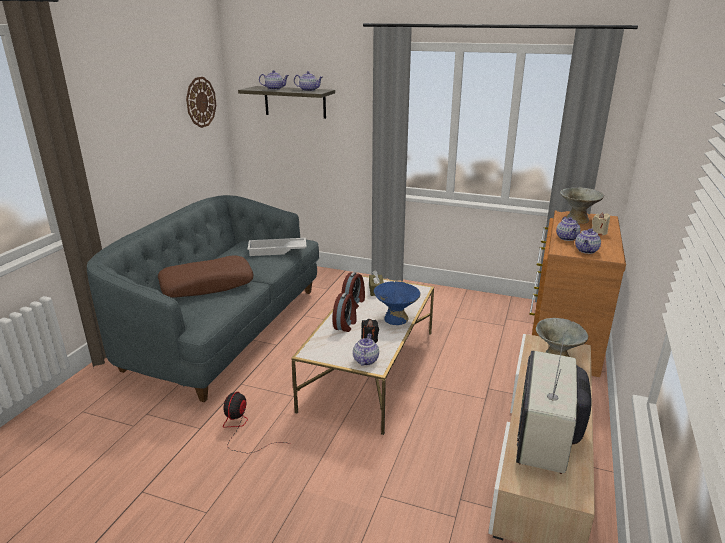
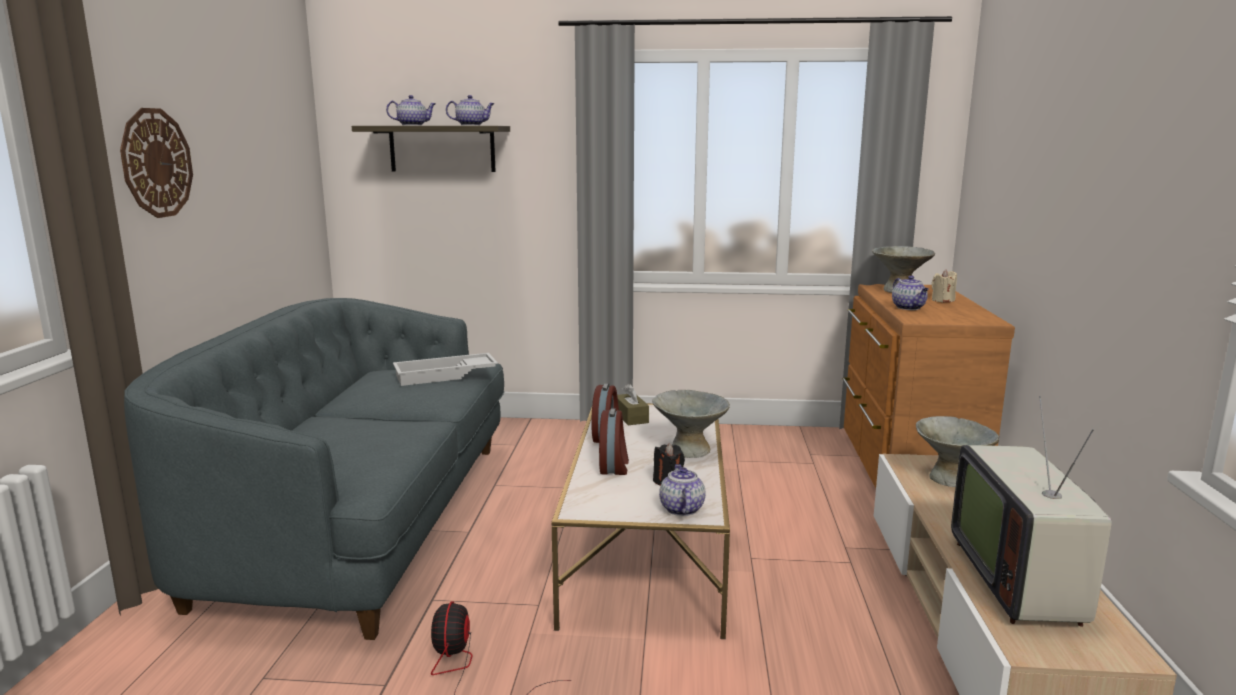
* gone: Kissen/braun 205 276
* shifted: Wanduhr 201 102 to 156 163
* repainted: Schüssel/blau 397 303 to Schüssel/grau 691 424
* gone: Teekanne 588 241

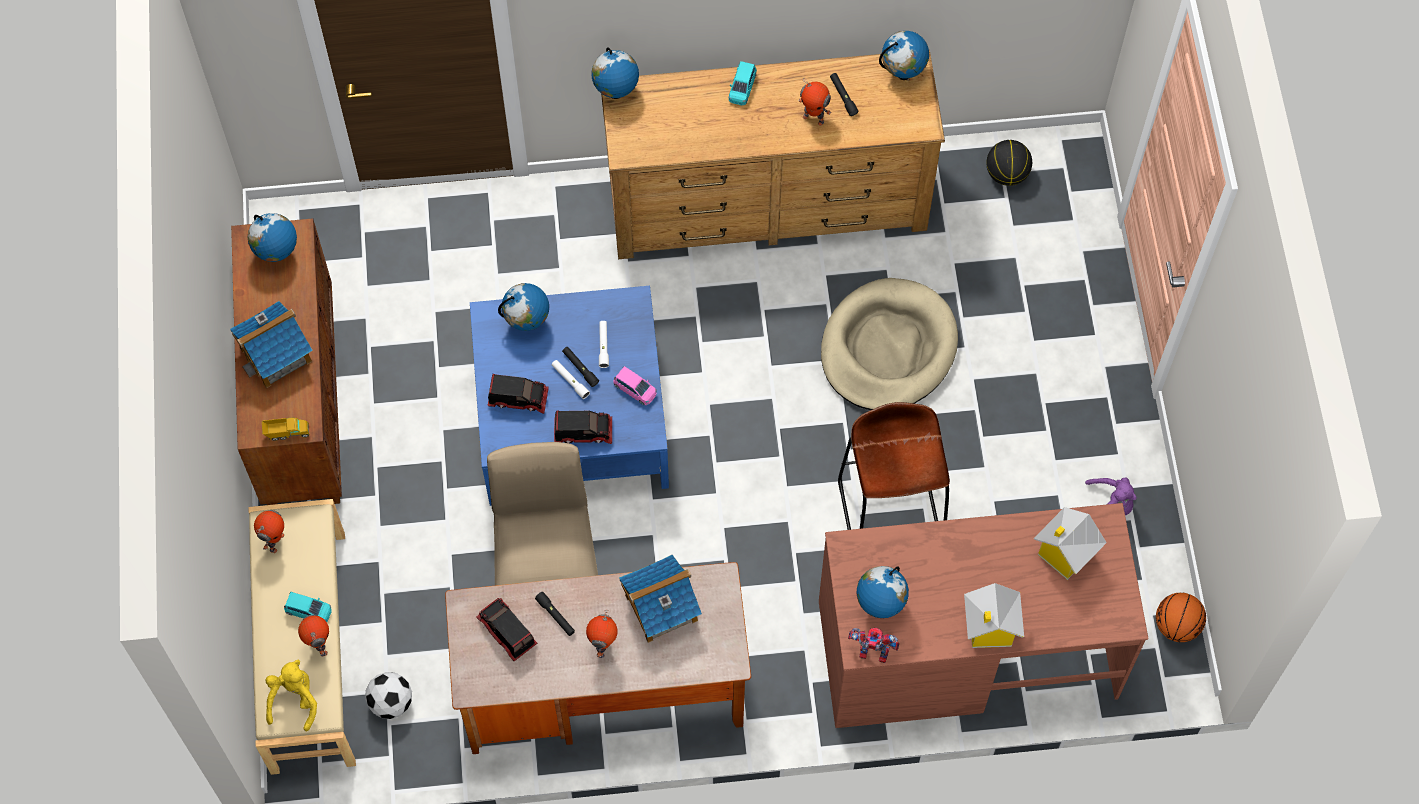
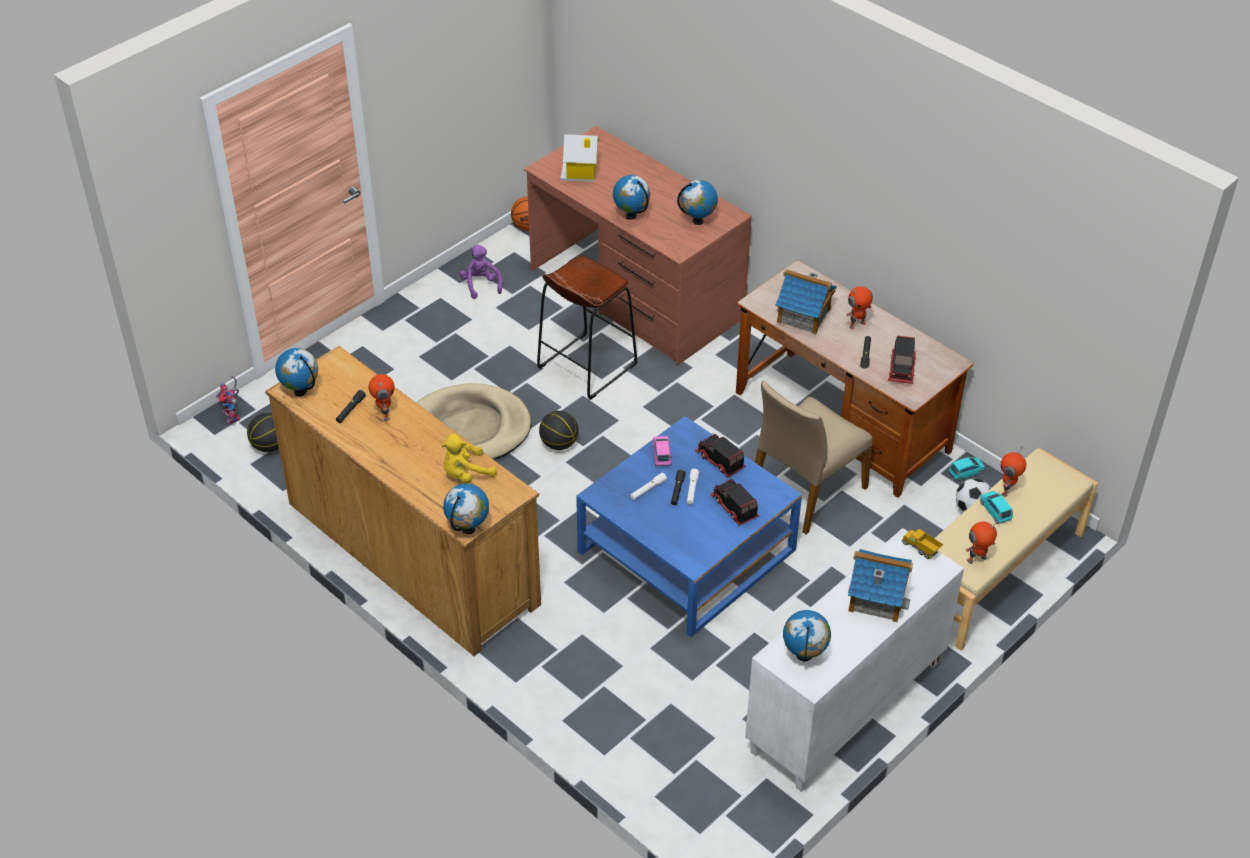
* repainted: Schrank/braun 286 361 to Schrank/weiß 854 660
* shifted: Plüschtier/gelb 291 695 to 469 459
* shifted: Globus 523 307 to 631 197
* shifted: Spielzeugauto/türkis 743 83 to 967 469
* shifted: Spielzeugroboter 873 645 to 228 400
* gone: Spielzeughaus 994 615
* new: Basketball 559 430

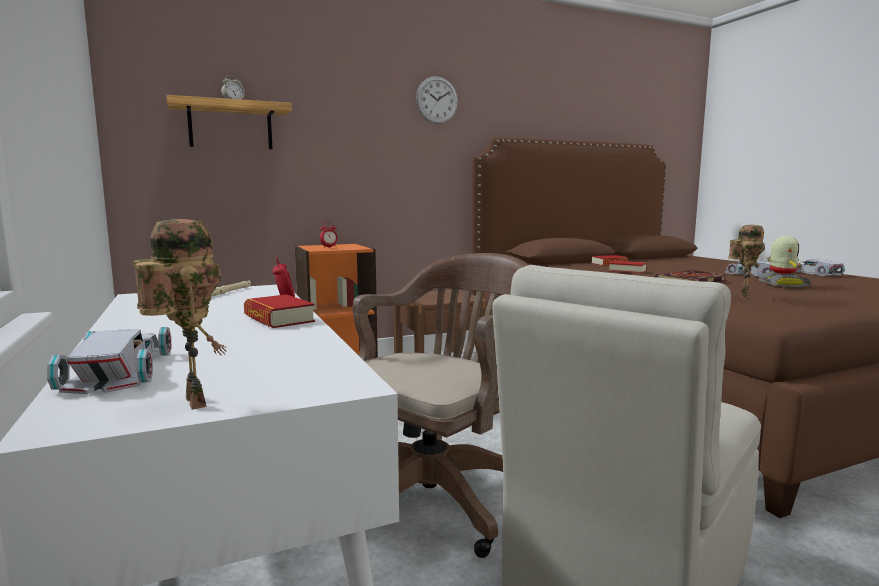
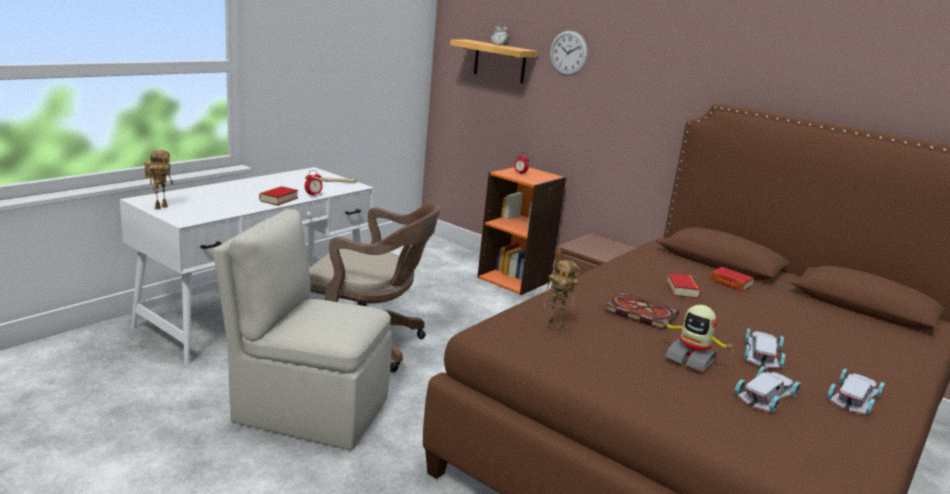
* shifted: Spielzeugauto/weiß 109 360 to 768 389
* shifted: Wanduhr 437 100 to 569 53
* rotated: Spielzeugroboter 784 261 = 698 338 60 degrees clockwise

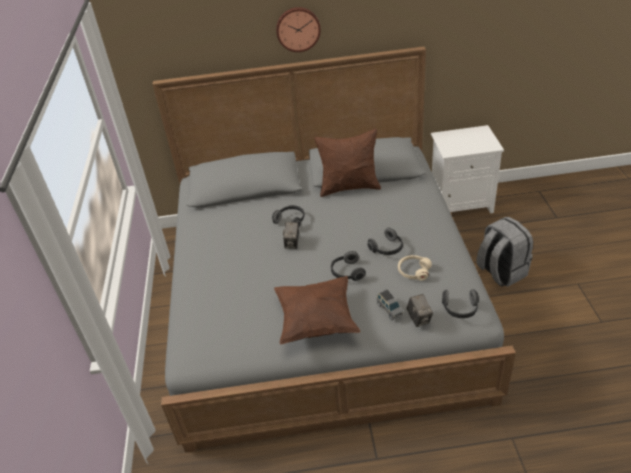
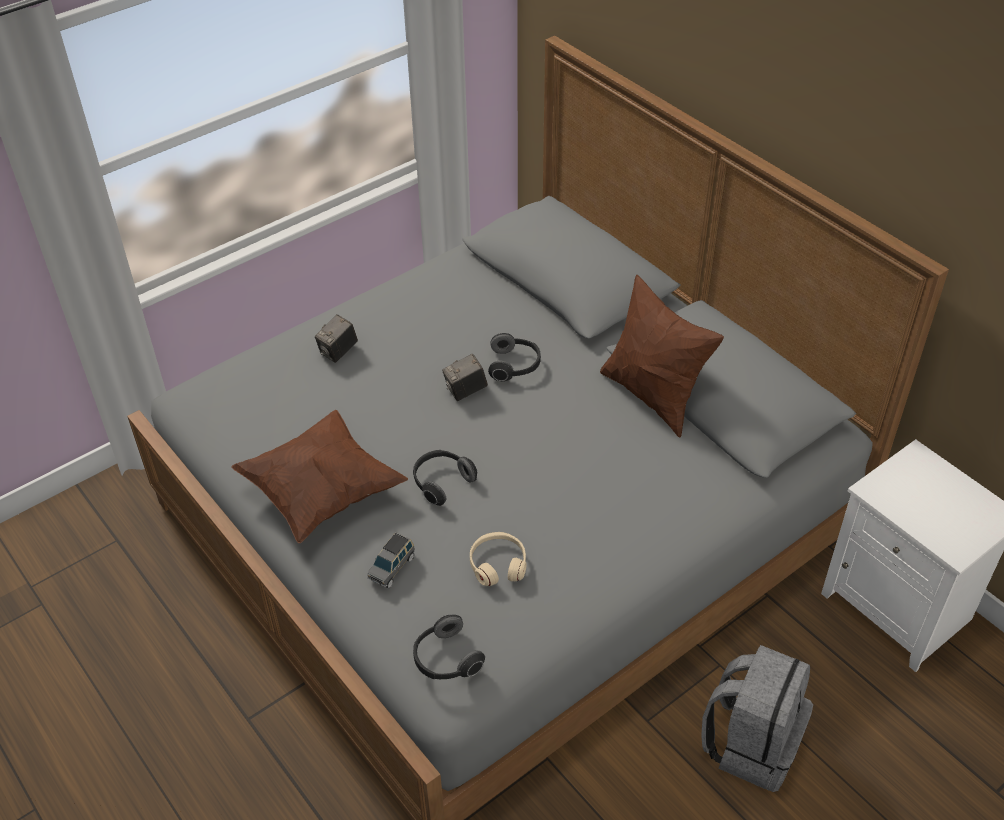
* gone: Wanduhr 298 29
* gone: Kopfhörer 385 241
* shifted: Kamera 420 310 to 336 338

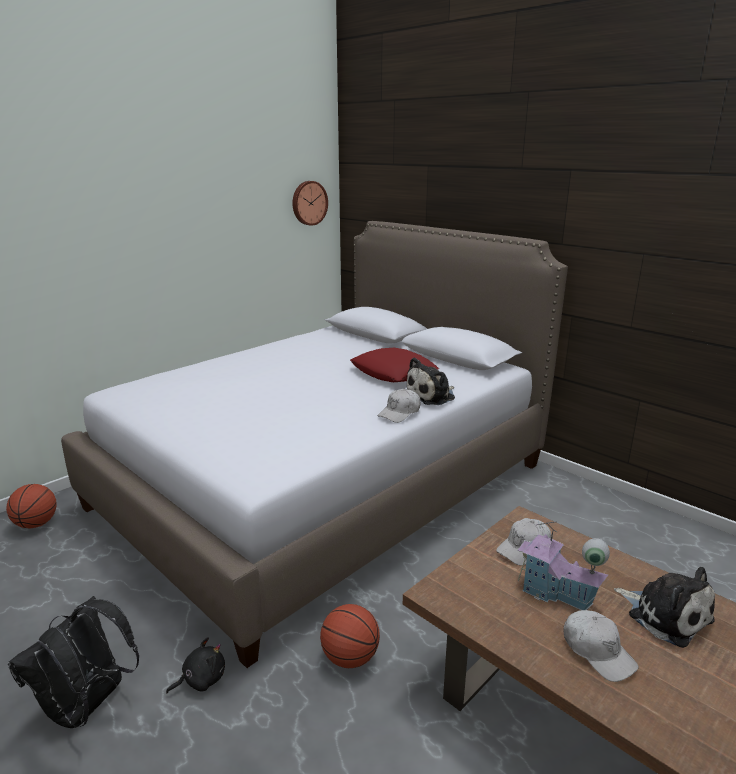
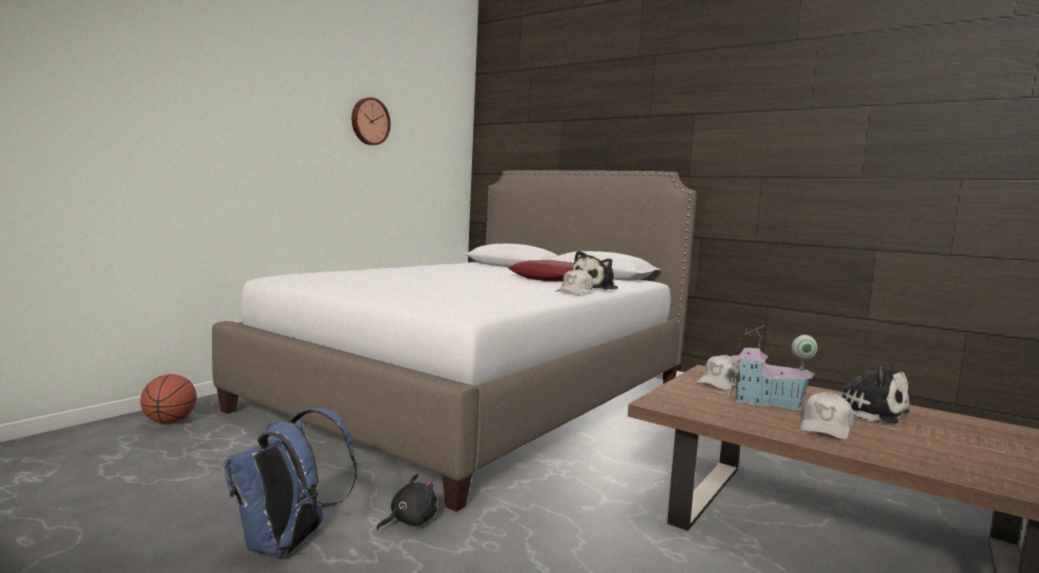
* repainted: Rucksack/schwarz 73 662 to Rucksack/blau 290 483
* shifted: Wanduhr 310 203 to 371 121
* gone: Basketball 350 636
* rotated: Kappe/weiß 601 646 = 827 416 75 degrees clockwise

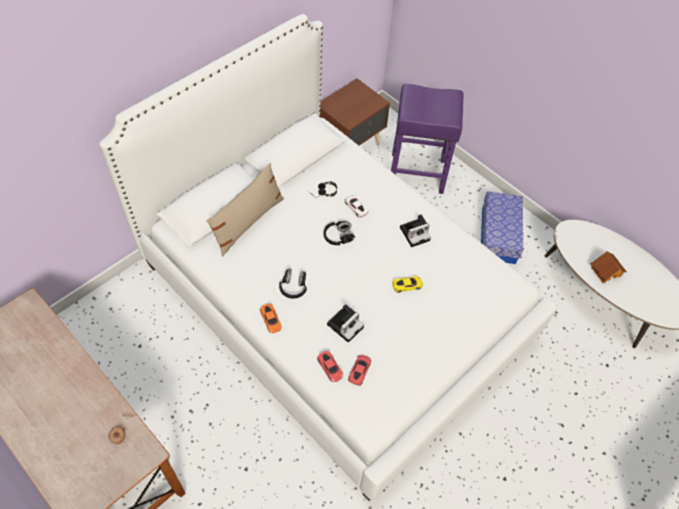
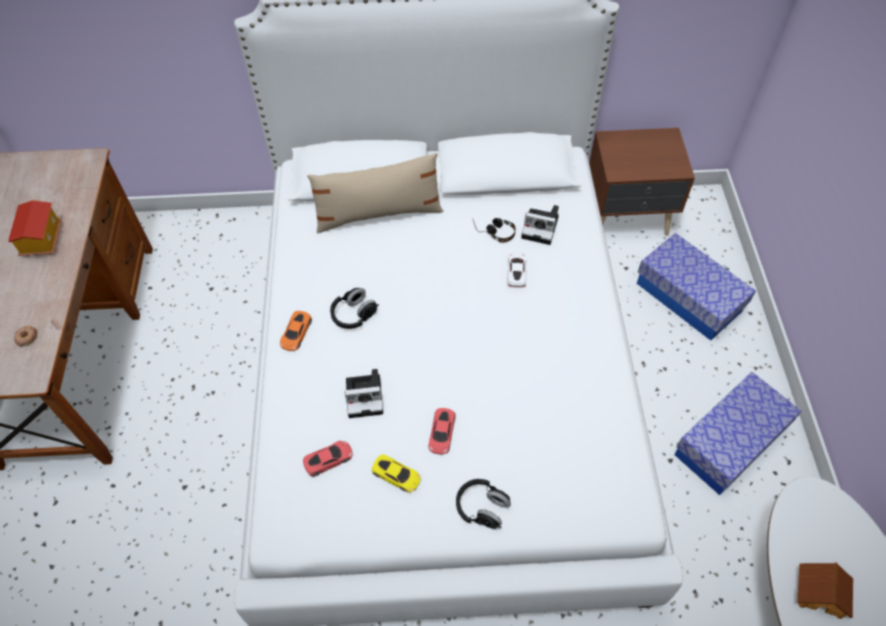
* shifted: Spielzeugauto/rot 330 366 to 442 431
* shifted: Kopfhörer/schwarz 339 233 to 483 504
* swapped: Hocker/lila 427 139 to Aufbewahrungsbox 696 286
* shifted: Spielzeugauto/gelb 408 284 to 396 473
* shifted: Kamera 415 231 to 540 225
* new: Spielzeughaus 35 228

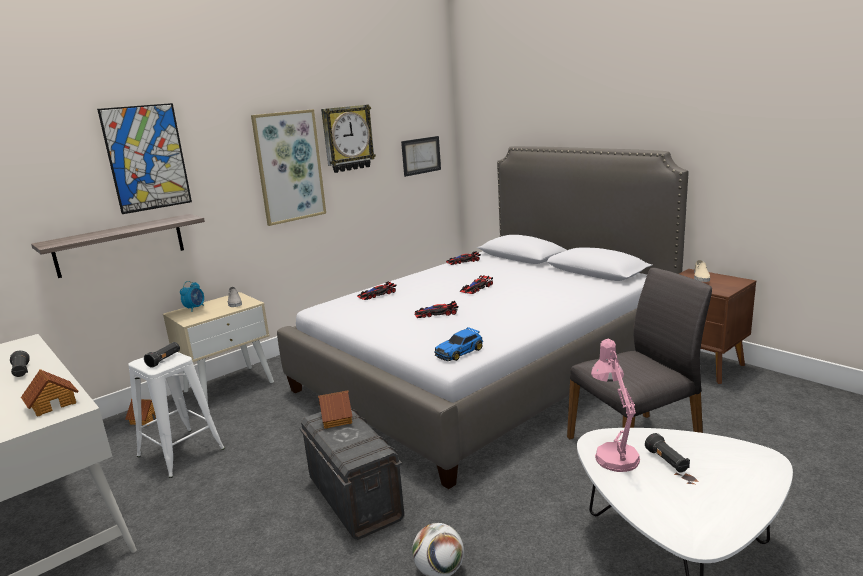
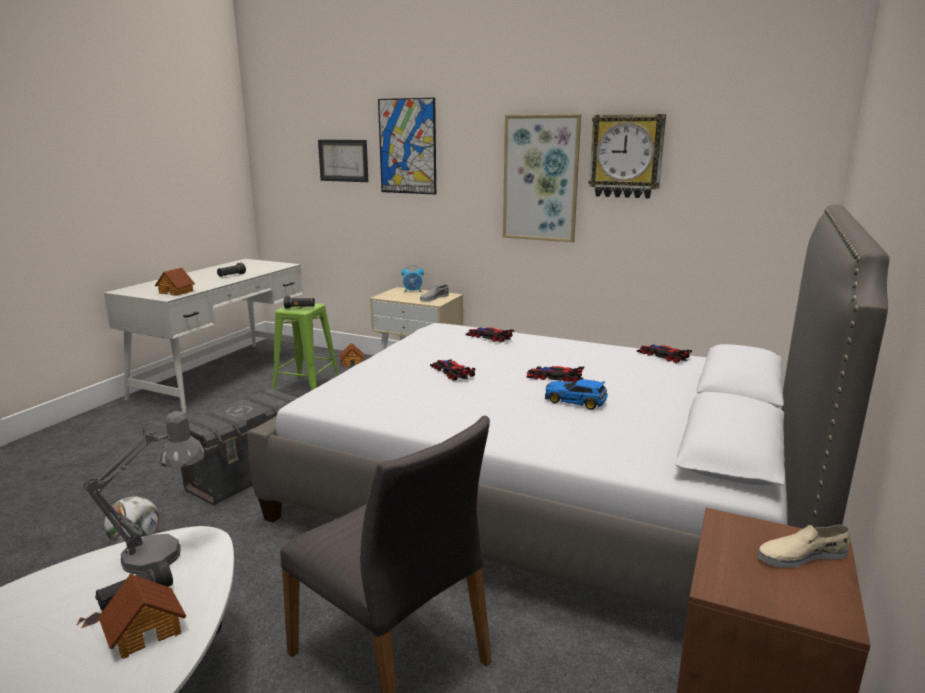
* gone: Wandregal 118 246
* repainted: Hocker/weiß 176 415 to Hocker/grün 305 347
* shifted: Spielzeughaus 335 410 to 142 616
* shifted: Bild 421 156 to 343 161
* shifted: Spielzeugauto 458 344 to 576 394
* repainted: Tischlampe/rosa 615 405 to Tischlampe/grau 144 492

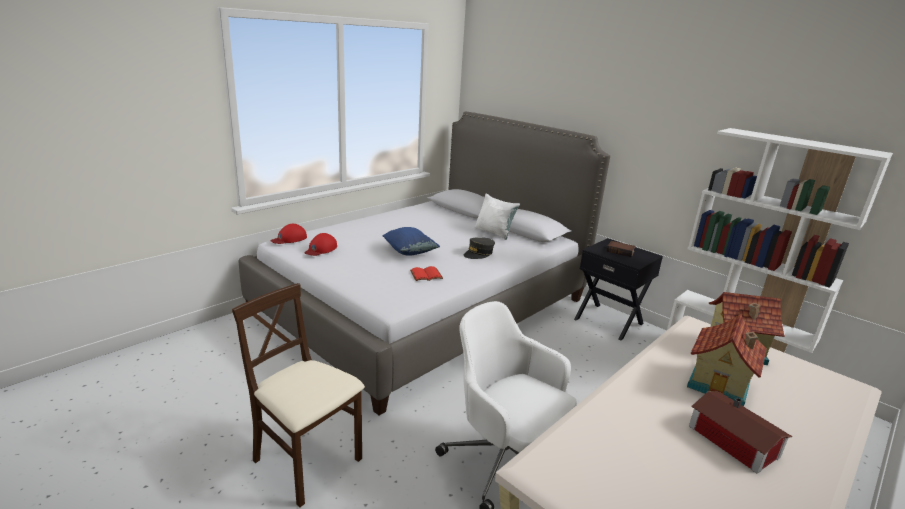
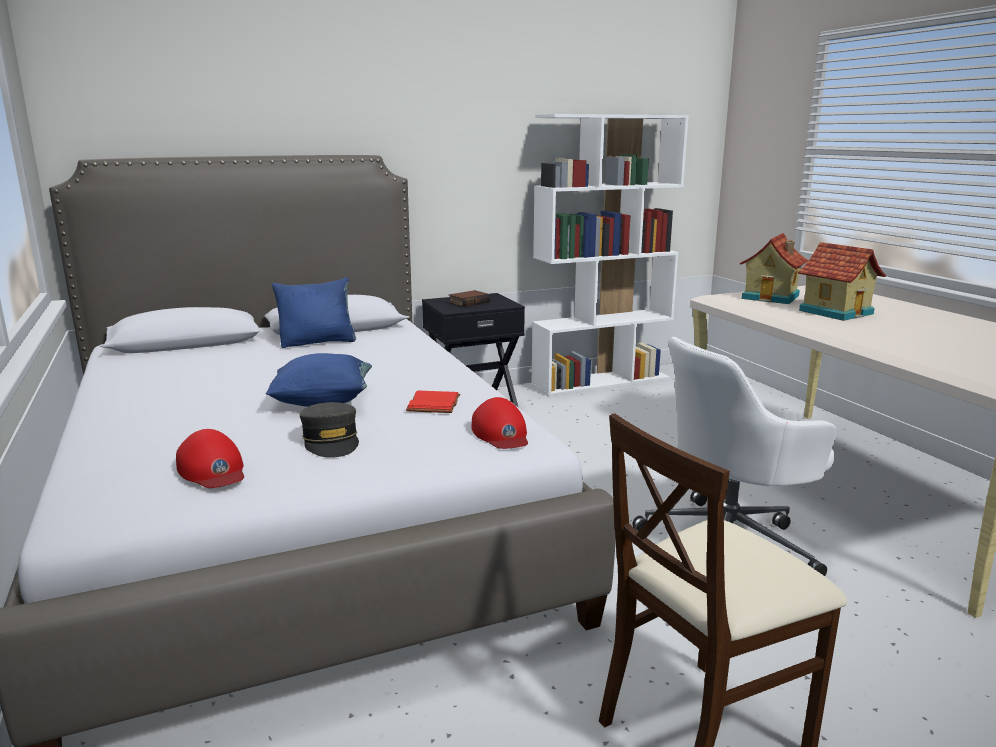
* shifted: Kappe/rot 289 234 to 500 423
* shifted: Kappe/grau 479 248 to 329 430
* repainted: Kissen/weiß 497 216 to Kissen/blau 314 312
* gone: Spielzeughaus 741 432

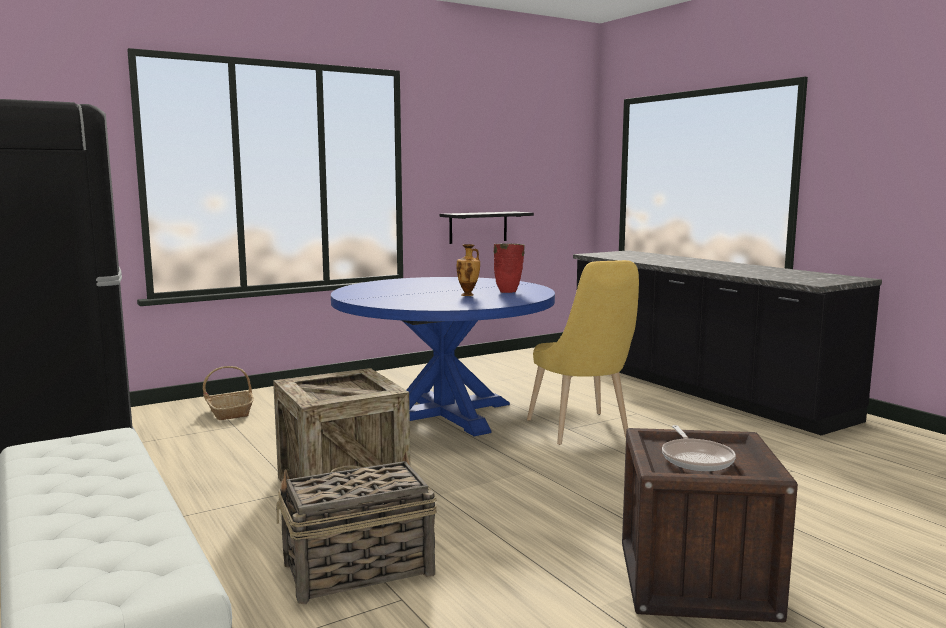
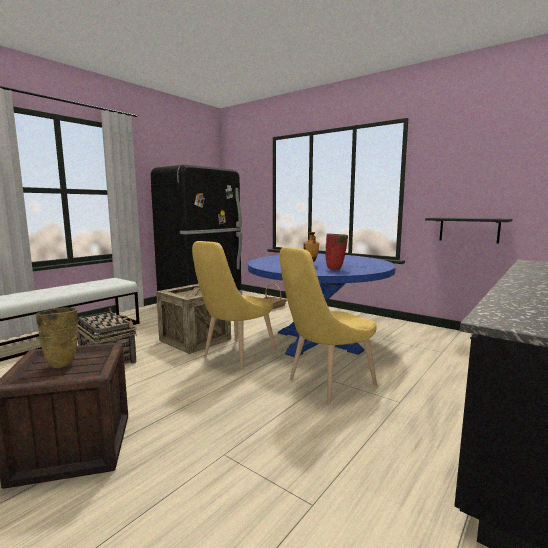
* swapped: Pfanne 699 448 to Vase/beige 57 337
* new: Stuhl/gelb 234 305

